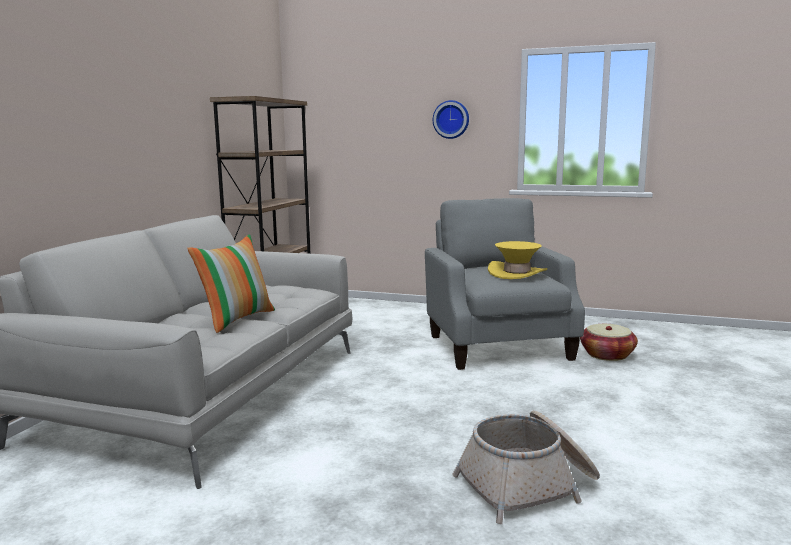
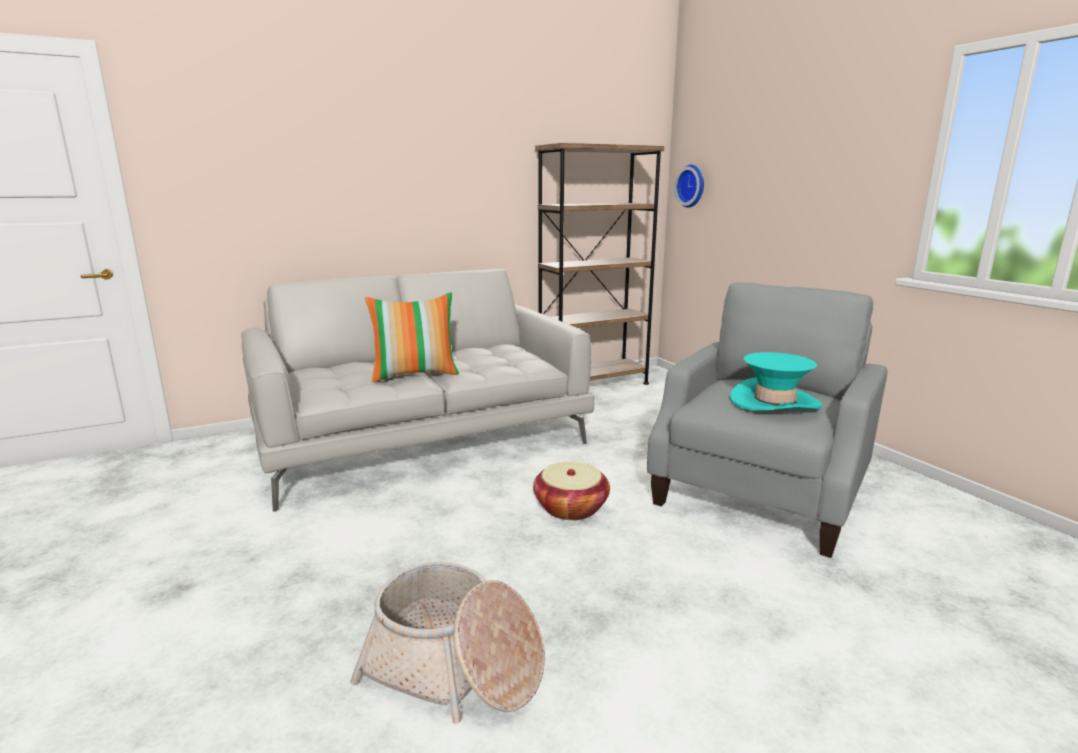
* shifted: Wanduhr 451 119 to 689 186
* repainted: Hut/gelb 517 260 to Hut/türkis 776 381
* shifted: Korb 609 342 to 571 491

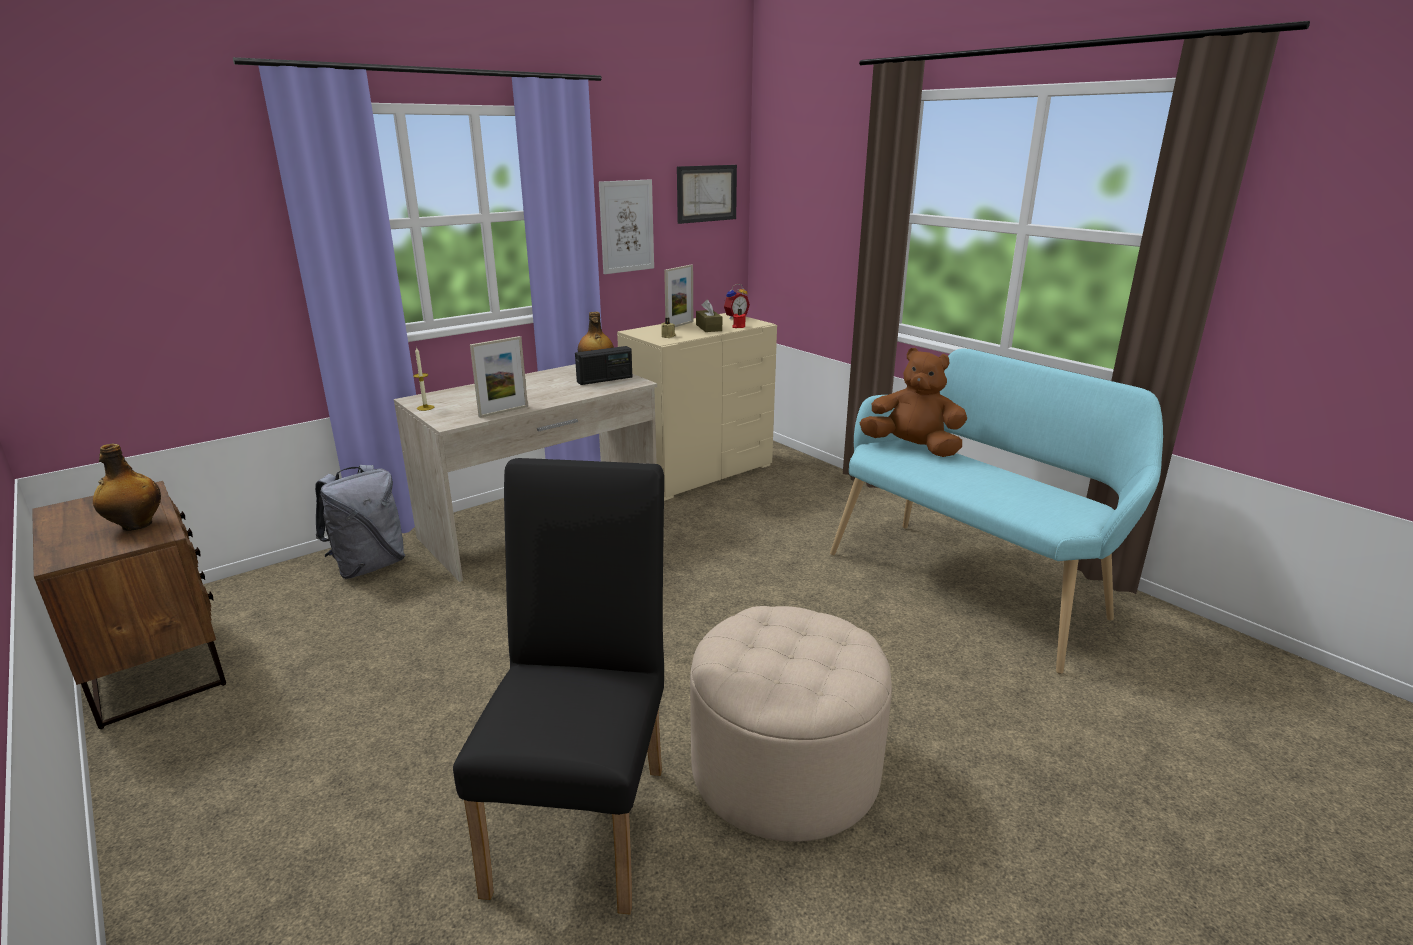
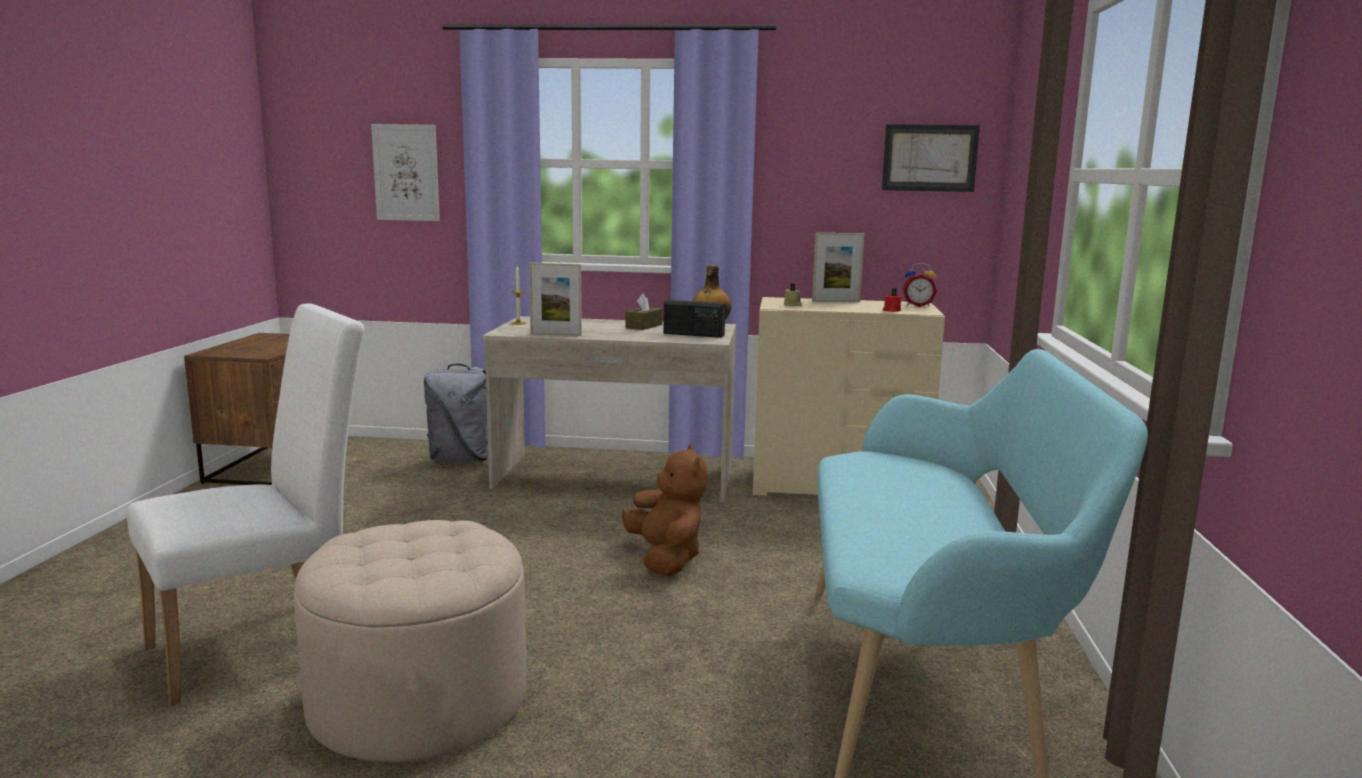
* gone: Flasche 127 487
* repainted: Stuhl/schwarz 558 686 to Stuhl/weiß 246 504
* shifted: Bild 626 226 to 405 172
* shifted: Taschentuchbox/braun 709 315 to 643 312
* shifted: Plüschtier/braun 913 402 to 664 510

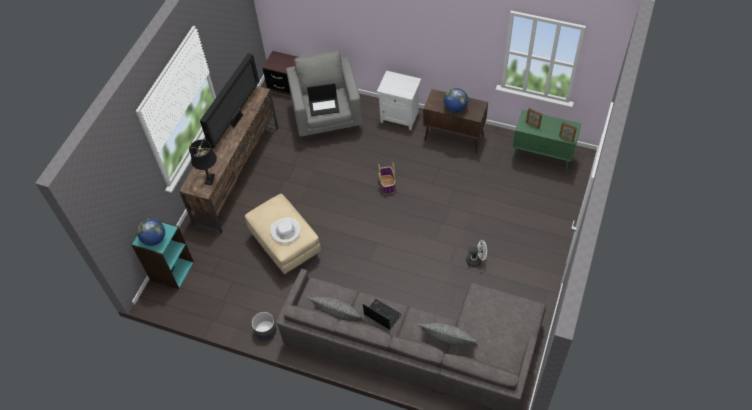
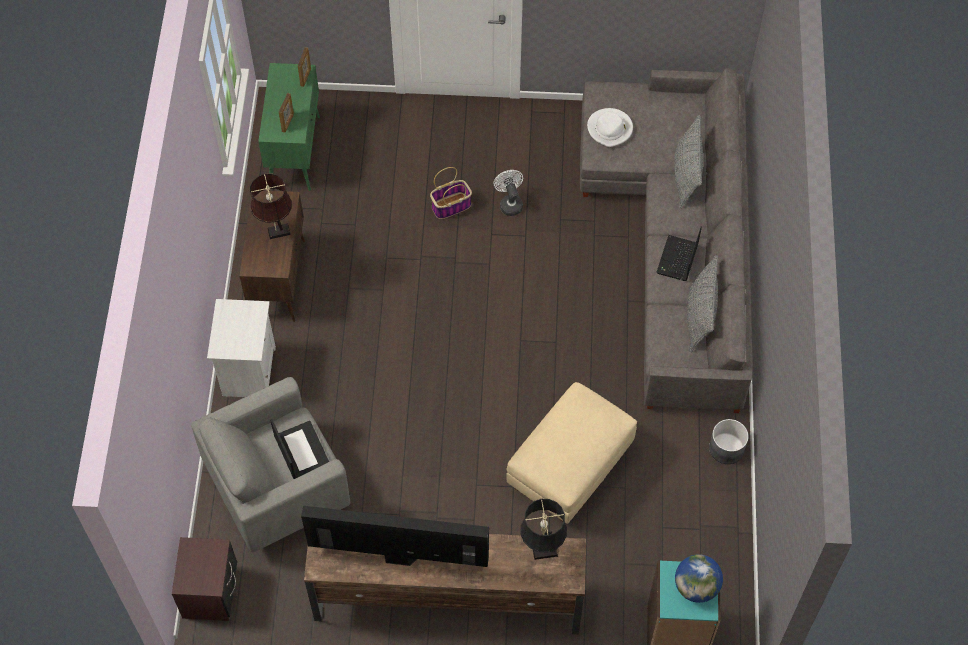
* shifted: Hut/weiß 285 230 to 610 127
* shifted: Korb 386 177 to 451 193
* swapped: Globus 456 100 to Tischlampe/braun 271 206

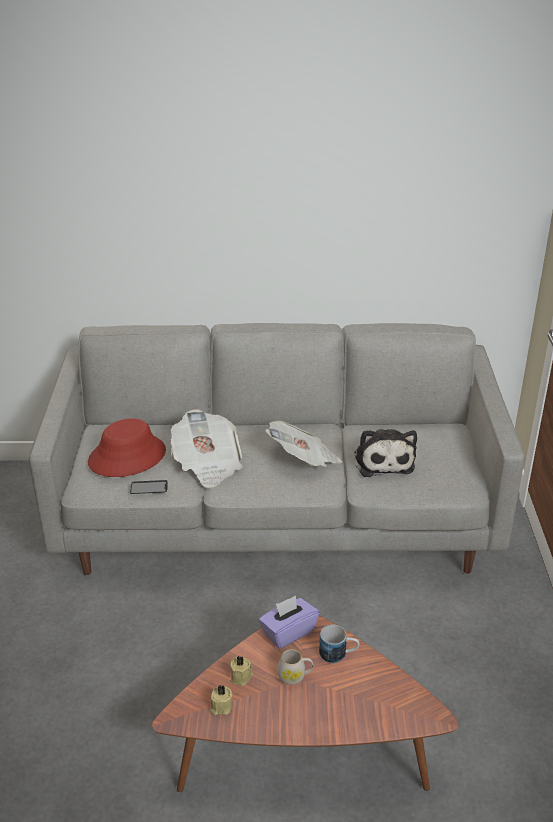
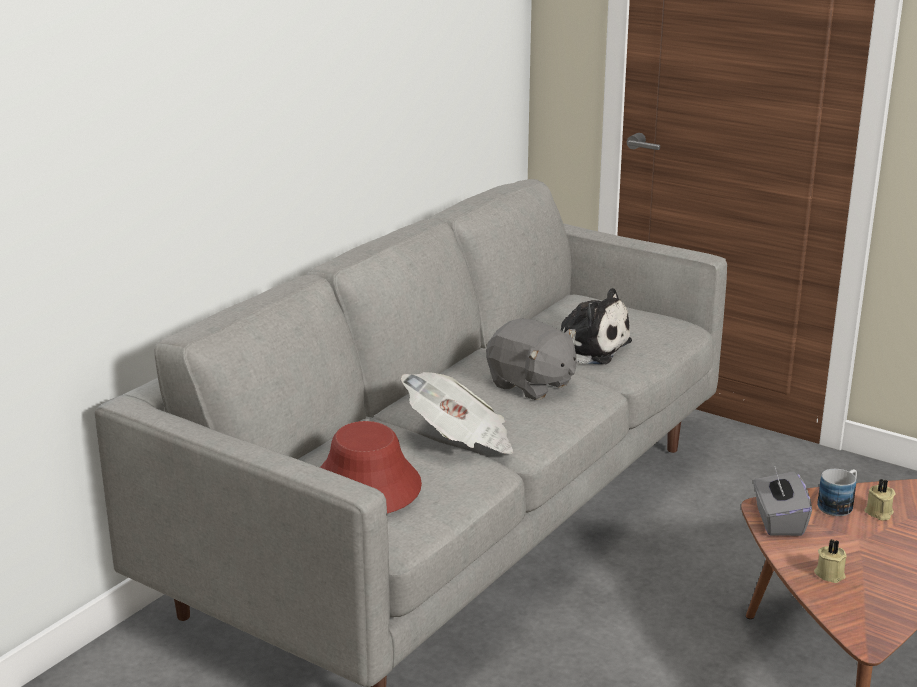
* gone: Handy 149 487
* shifted: Kerze/beige 221 700 to 880 499
* repainted: Taschentuchbox/lila 289 622 to Taschentuchbox/grau 782 502
* swapped: Zeitung 303 444 to Plüschtier/grau 531 359
* gone: Henkelbecher/weiß 295 667

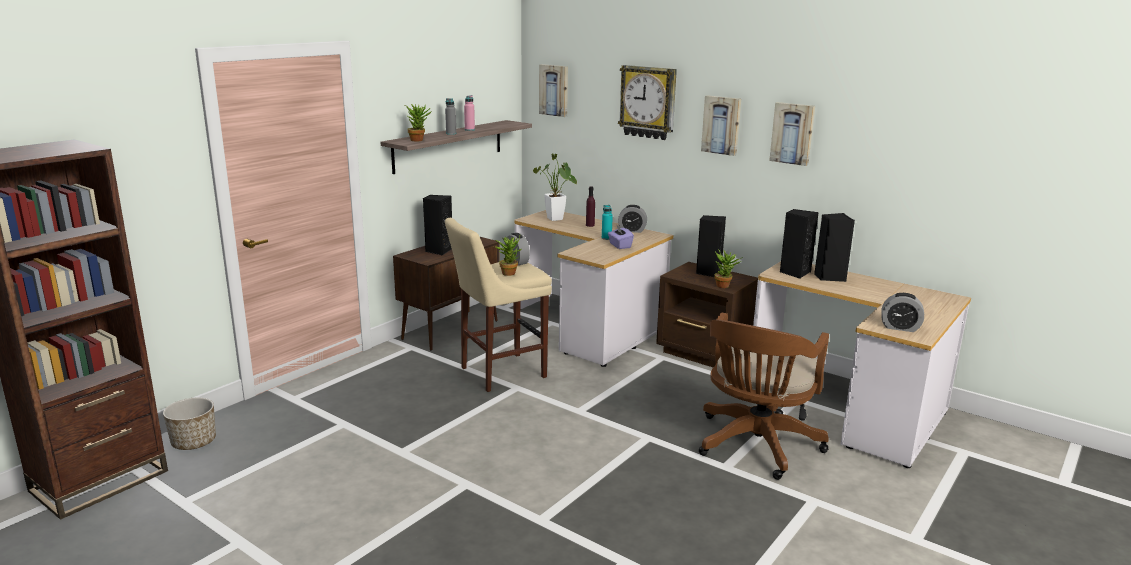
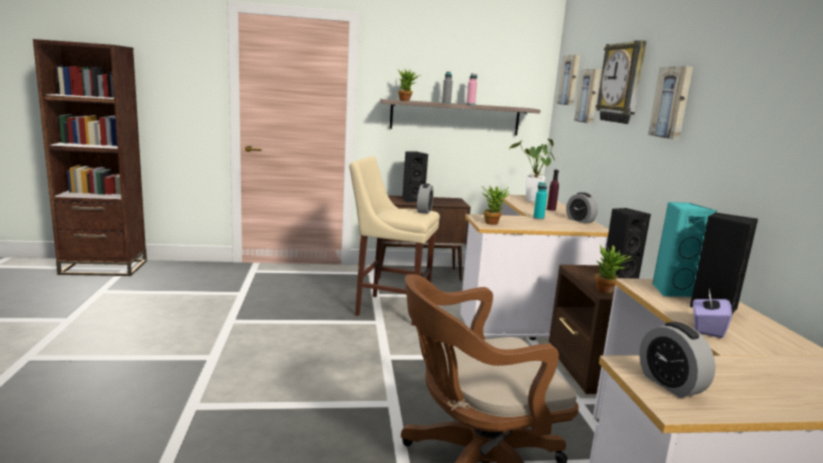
* gone: Pflanzkübel 189 424
* shifted: Topfpflanze 507 256 to 495 205
* shifted: Taschentuchbox/lila 621 236 to 712 313
* shifted: Bild 792 134 to 587 96
* repainted: Lautsprecher/schwarz 799 243 to Lautsprecher/türkis 684 249

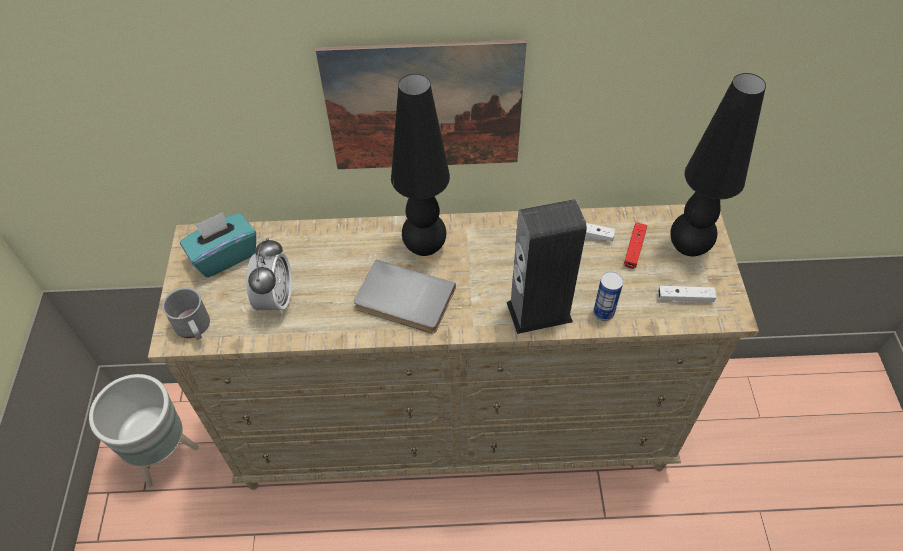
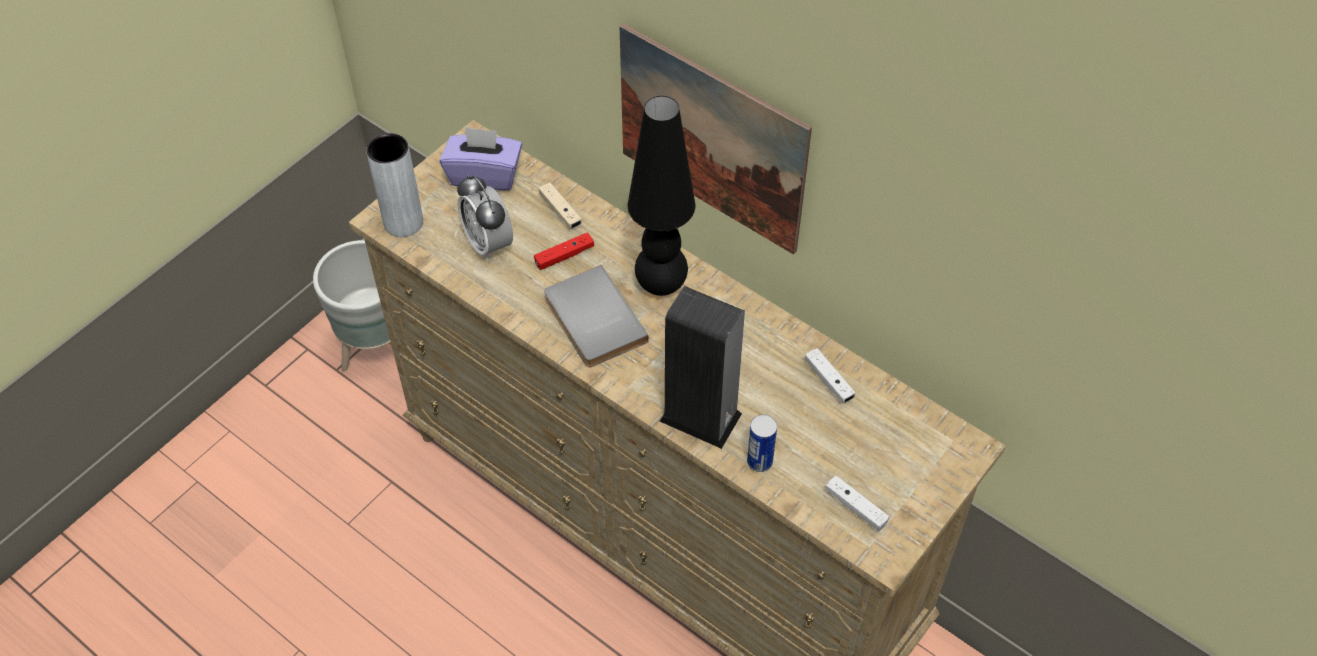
* swapped: Henkelbecher/grau 186 313 to Vase/grau 394 185
* repainted: Taschentuchbox/türkis 218 245 to Taschentuchbox/lila 481 158
* rotated: Wecker 269 276 = 485 217 105 degrees clockwise
* shifted: Gamepad/rot 635 245 to 564 251
* gone: Tischlampe/schwarz 718 164
* new: Gamepad/beige 560 205

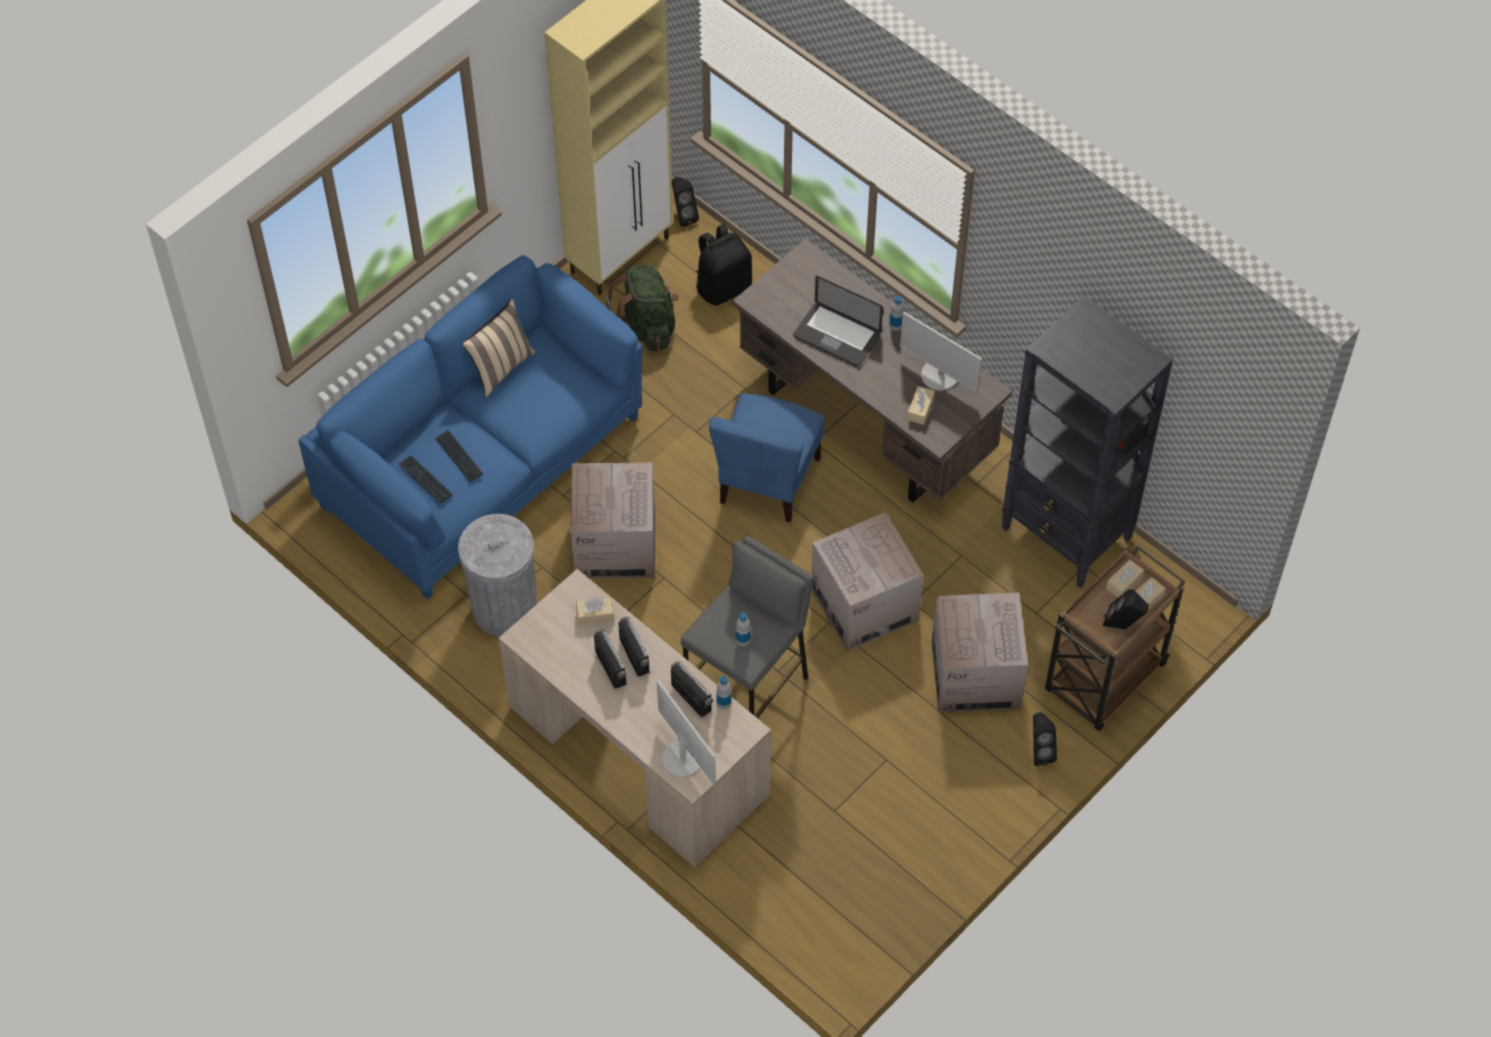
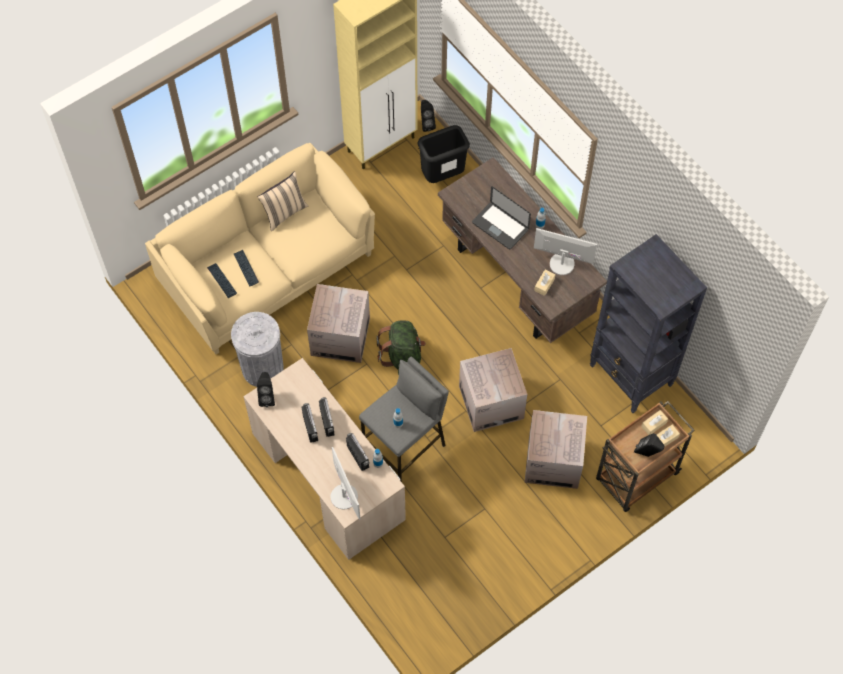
* repainted: Sofa/blau 470 427 to Sofa/beige 260 248
* gone: Taschentuchbox/beige 595 611
* shifted: Rucksack/grün 642 308 to 401 347
* swapped: Rucksack/schwarz 723 265 to Mülleimer/schwarz 444 154
* gone: Stuhl/blau 766 457
* rotated: Monitor 941 352 = 565 251 150 degrees clockwise
* shifted: Lautsprecher/schwarz 1045 739 to 266 389

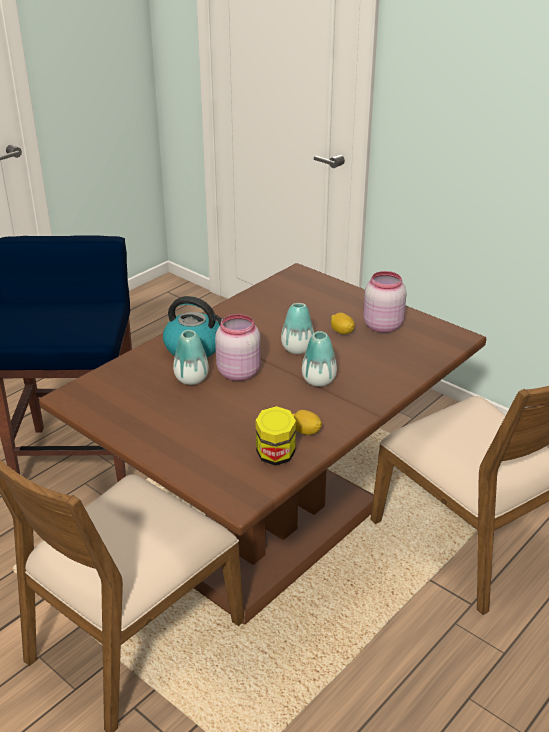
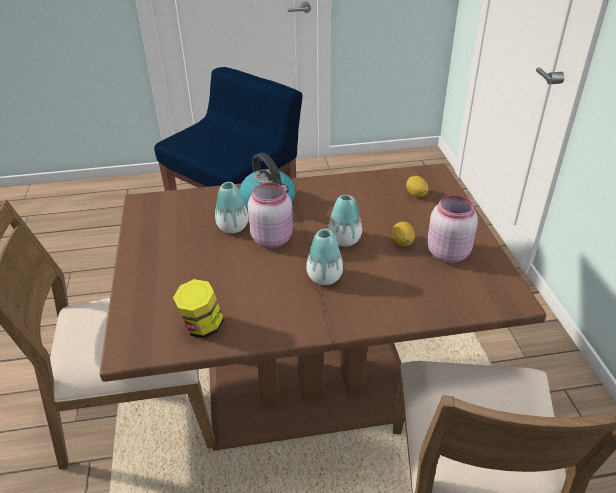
* shifted: Zitrone 307 422 to 417 186

